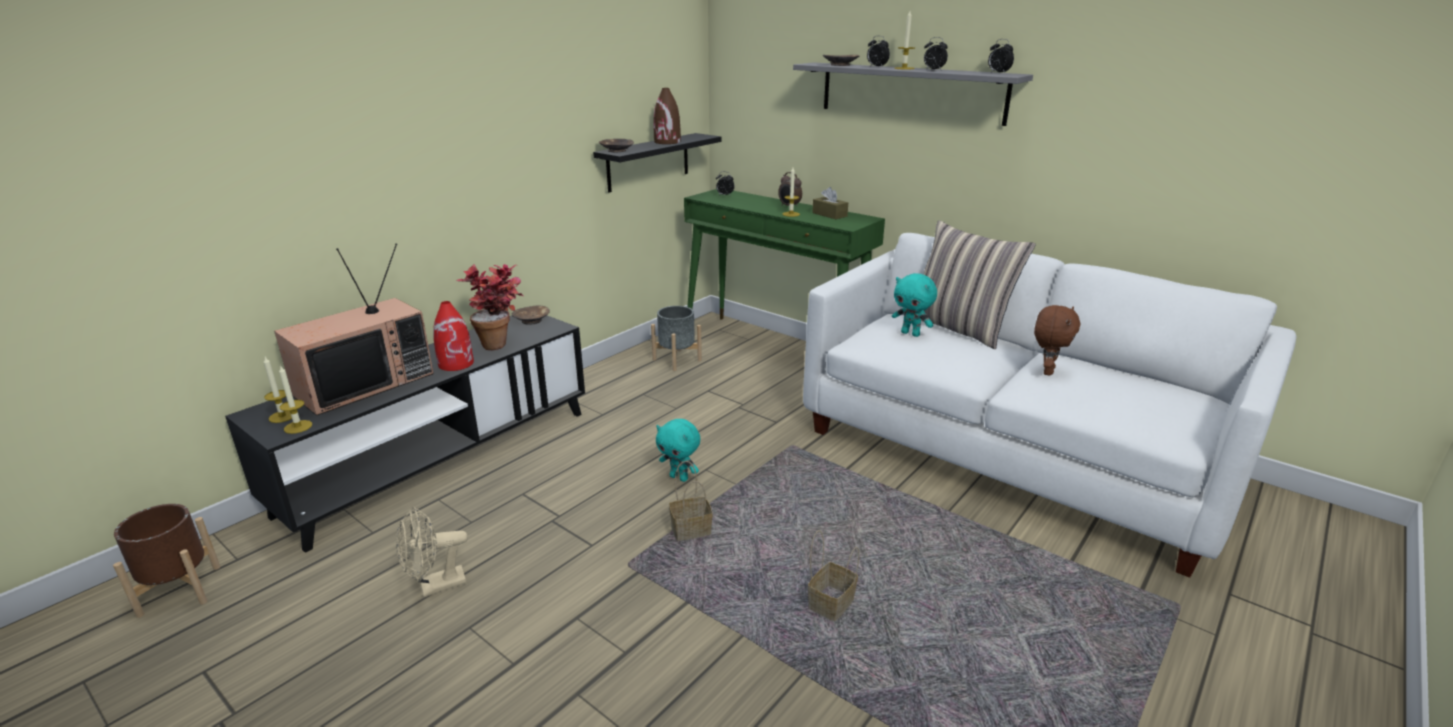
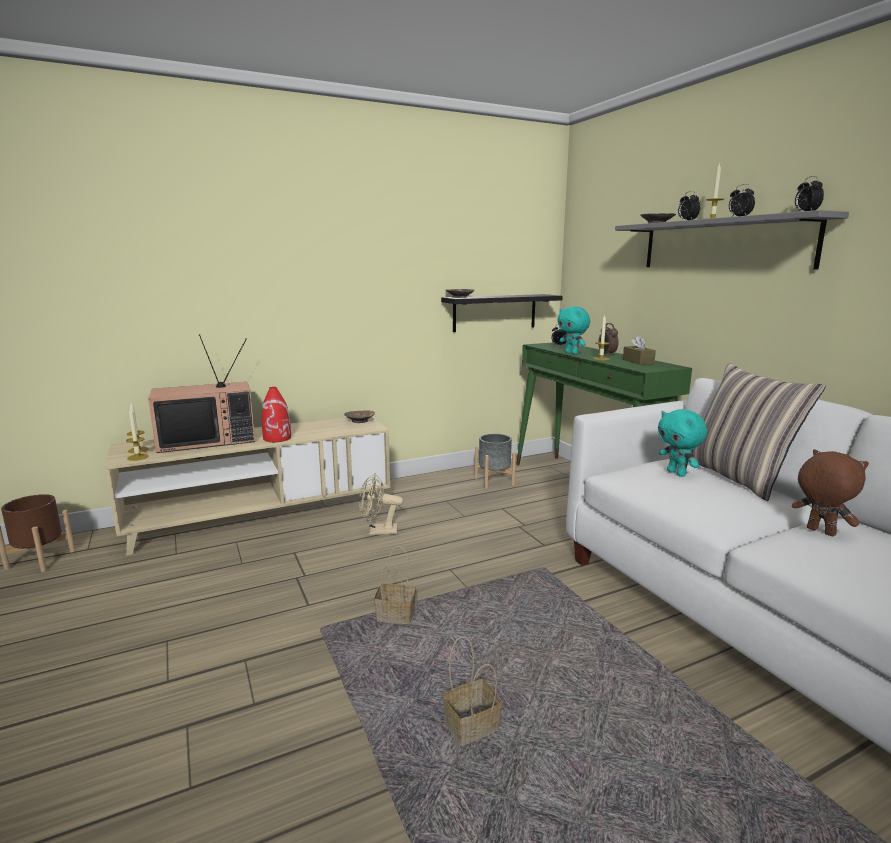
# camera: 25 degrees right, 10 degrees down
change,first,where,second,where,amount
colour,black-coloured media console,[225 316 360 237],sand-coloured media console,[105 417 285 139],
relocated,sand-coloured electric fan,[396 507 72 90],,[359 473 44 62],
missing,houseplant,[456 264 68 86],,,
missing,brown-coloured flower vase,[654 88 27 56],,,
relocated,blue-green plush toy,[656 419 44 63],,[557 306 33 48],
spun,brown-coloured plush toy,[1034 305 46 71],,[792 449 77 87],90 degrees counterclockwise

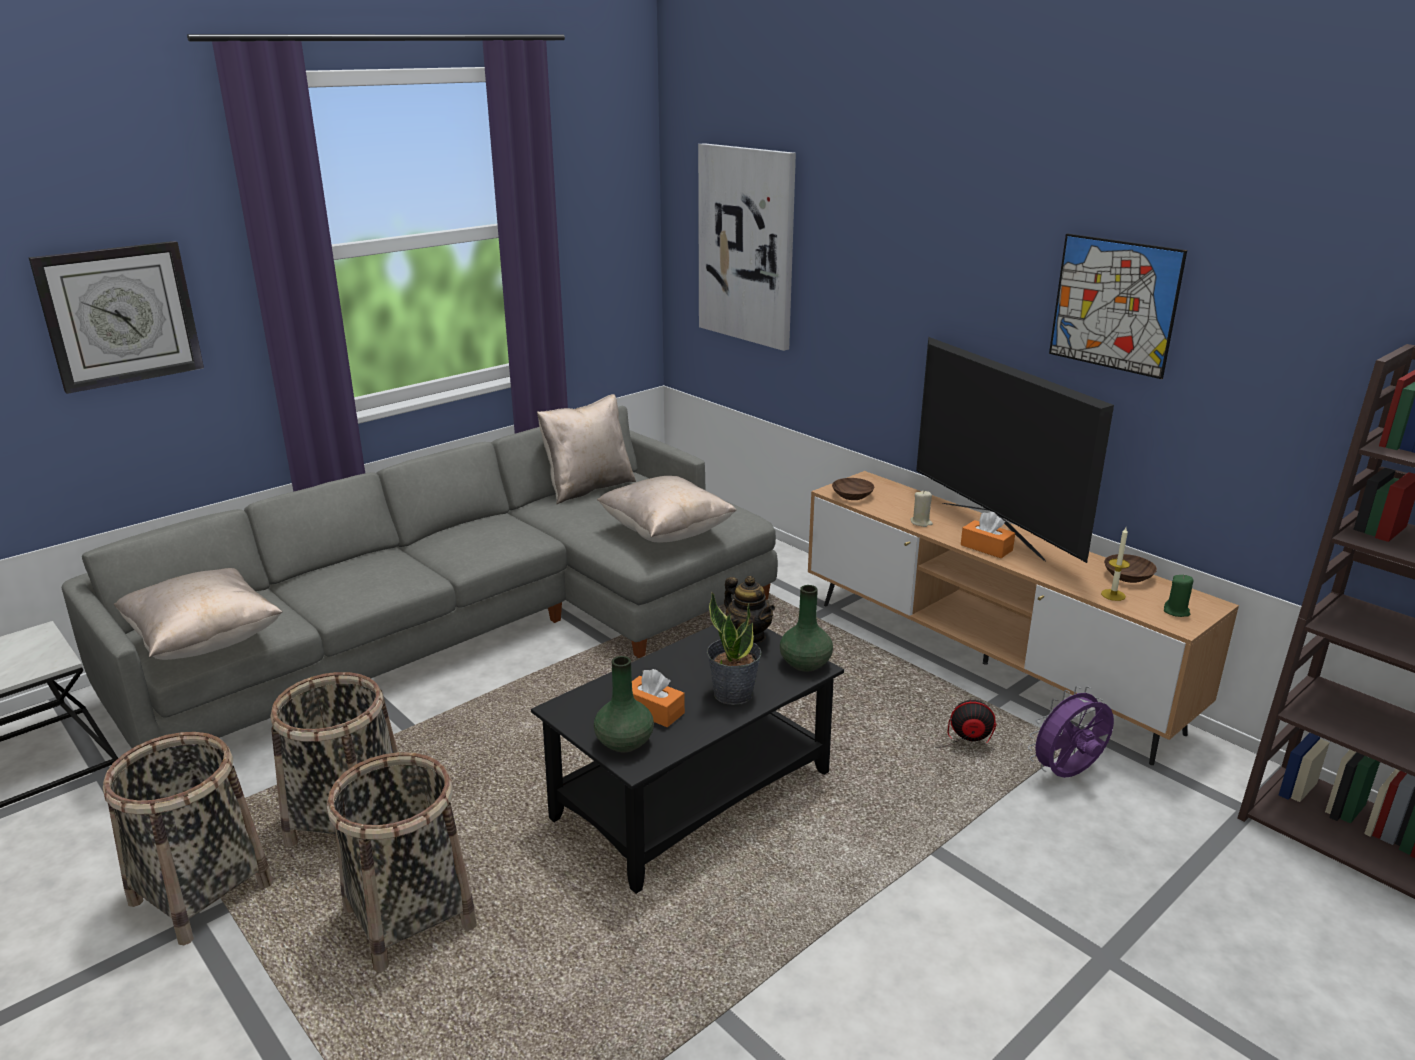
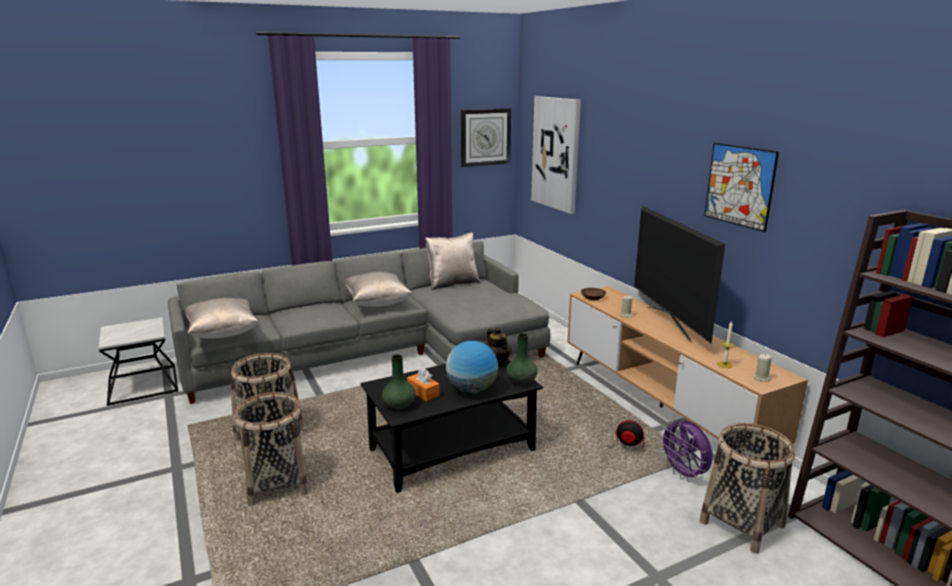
# camera: 15 degrees right, 5 degrees down
change,first,where,second,where,amount
relocated,hanging clock,[28 241 176 153],,[461 108 50 59],
relocated,storage basket,[103 732 170 213],,[700 423 95 131],
relocated,sand-coloured pillow,[597 476 140 66],,[344 272 68 35],
exchanged,houseplant,[707 592 54 113],desk globe,[446 341 52 52],
missing,orange-coloured tissue box,[961 512 54 46],,,
spun,purple-coloured electric fan,[1028 686 86 92],,[658 420 55 62],105 degrees counterclockwise
missing,brown-coloured bowl,[1104 554 53 29],,,
colour,green-coloured wax candle,[1164 575 29 42],sand-coloured wax candle,[753 354 19 28],

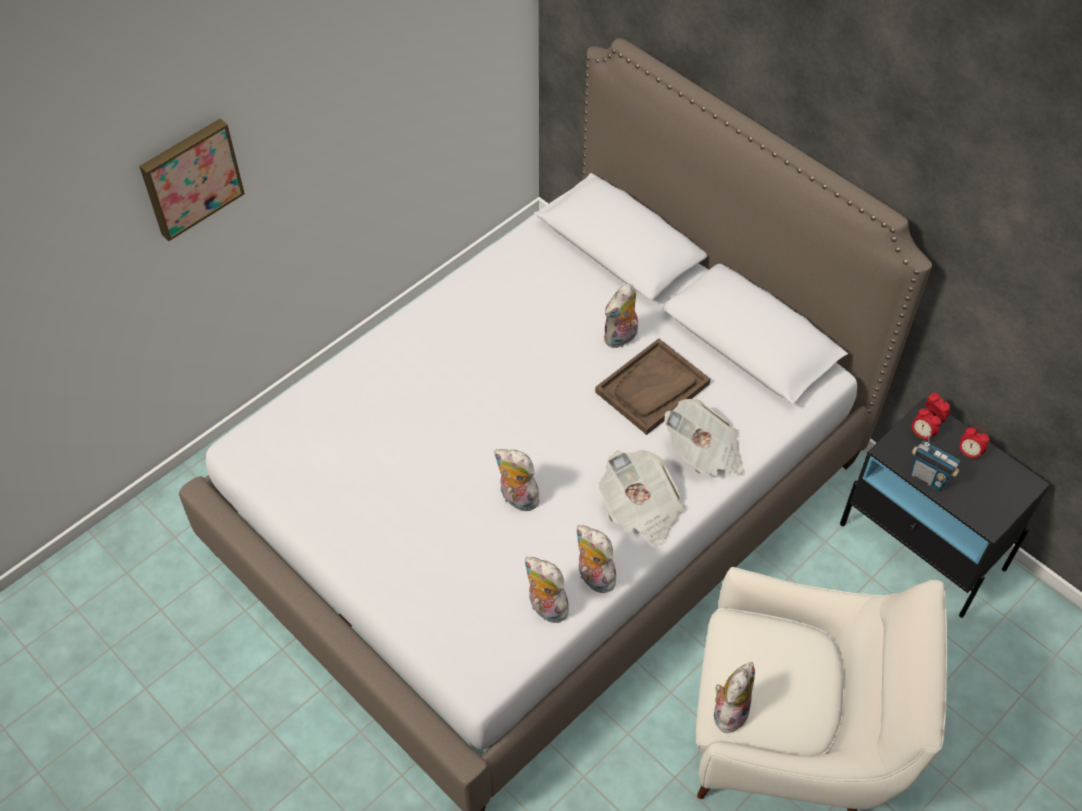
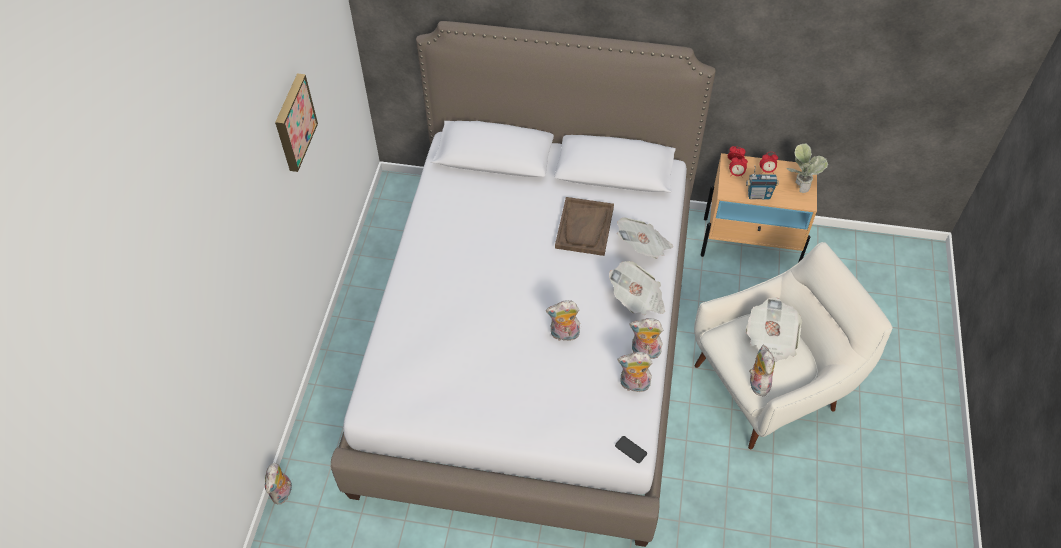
# camera: 35 degrees left, 0 degrees up
change,first,where,second,where,amount
relocated,wall picture,[139 119 106 122],,[275 73 43 99],
relocated,plush toy,[604 284 34 64],,[265 463 29 41],
colour,black-coloured night table,[840 397 210 221],sand-coloured night table,[701 153 116 109],
appeared,,,phone,[615 436 32 27],
appeared,,,newspaper,[746 297 56 65],
appeared,,,houseplant,[786 143 42 50],

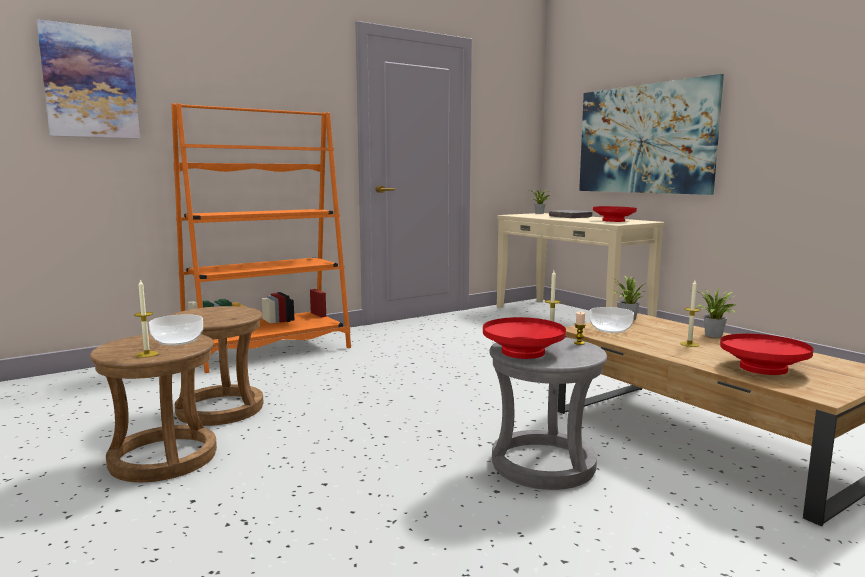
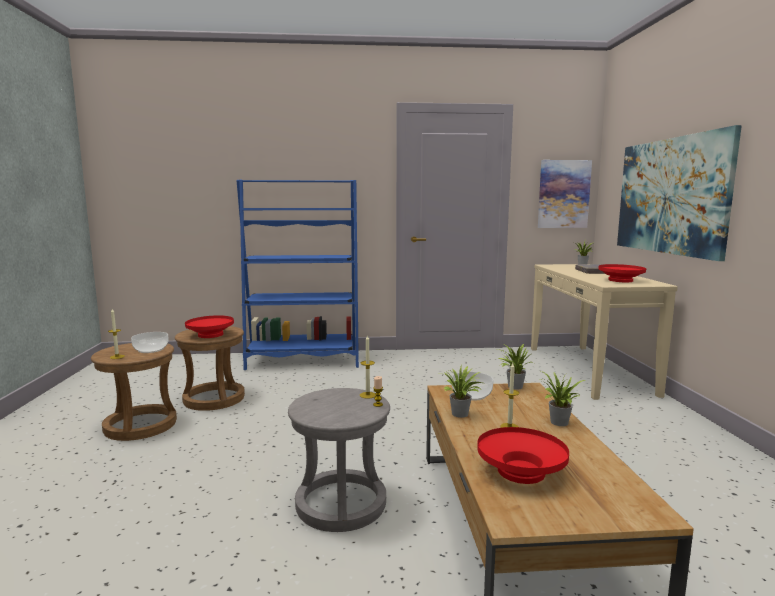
# camera: 30 degrees right, 0 degrees up
change,first,where,second,where,amount
relocated,wall picture,[37 19 103 120],,[538 160 54 68],
colour,orange-coloured shelving unit,[171 103 180 270],blue shelving unit,[237 180 122 190],
relocated,red-coloured bowl,[483 317 83 42],,[185 315 49 23],
appeared,,,houseplant,[443 365 39 53],

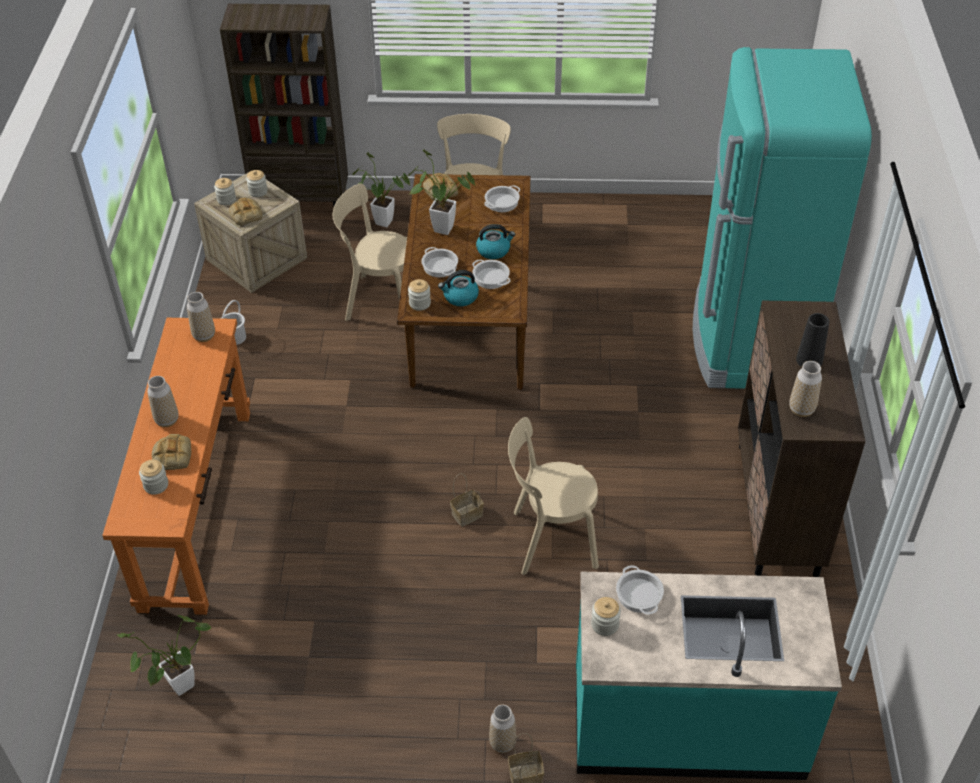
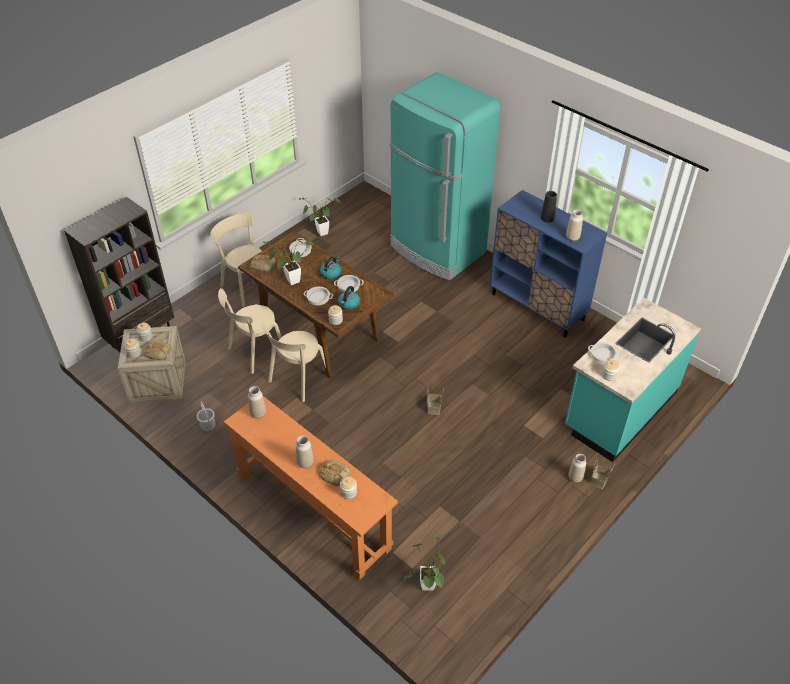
# camera: 50 degrees left, 0 degrees up
change,first,where,second,where,amount
relocated,houseplant,[352 152 58 75],,[299 197 41 39],
relocated,sand-coloured chair,[508 417 91 158],,[261 321 65 81],
colour,brown-coloured cabinet,[738 301 128 276],blue cabinet,[490 190 117 147],

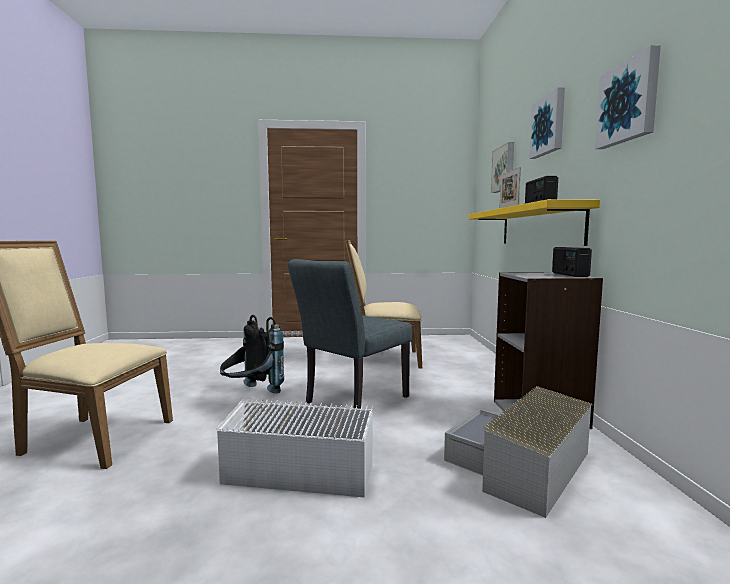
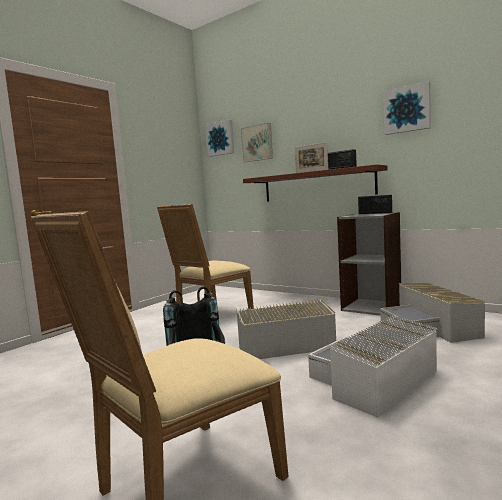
# camera: 50 degrees left, 0 degrees up
change,first,where,second,where,amount
exchanged,gray chair,[288 259 124 150],gray storage bin,[237 299 99 60],
colour,yellow-coloured wall shelf,[468 199 132 47],brown-coloured wall shelf,[243 164 145 37],
relocated,wall picture,[529 87 36 72],,[205 119 29 38],

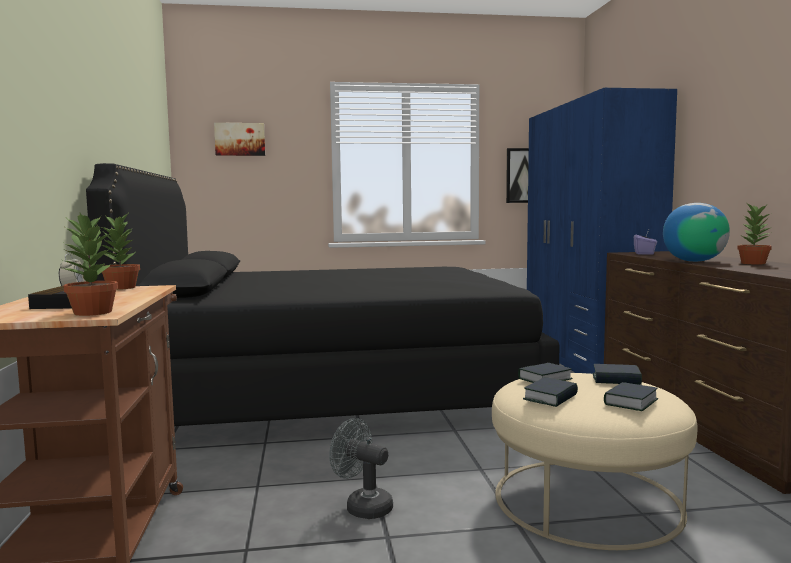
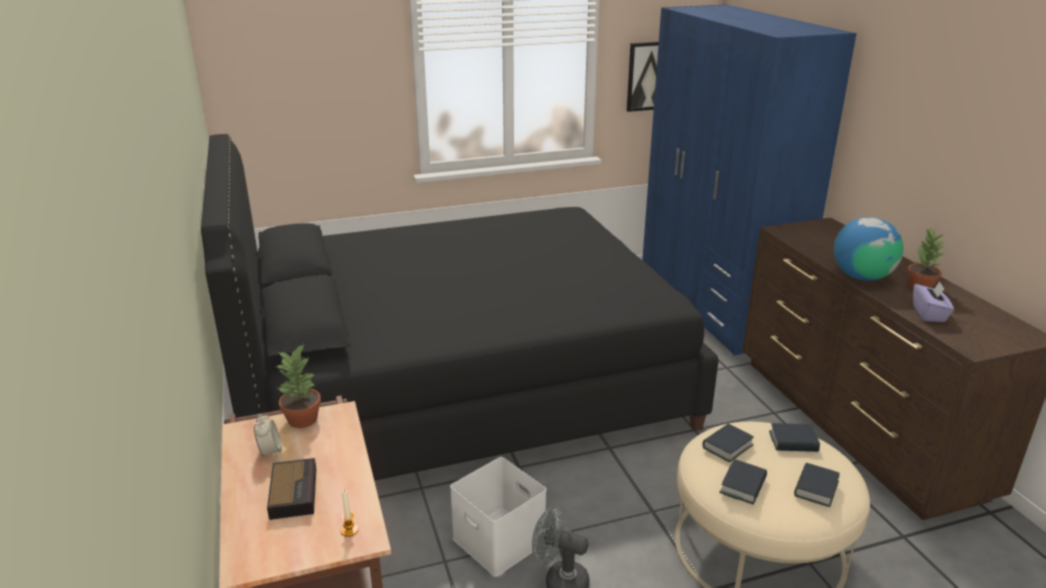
# camera: 10 degrees left, 20 degrees up
change,first,where,second,where,amount
exchanged,houseplant,[63 213 55 103],wax candle,[340 490 18 47],
missing,wall picture,[214 123 51 33],,,
relocated,purple-coloured tissue box,[634 230 23 25],,[913 281 41 41],
appeared,,,whitish storage bin,[450 457 97 120],

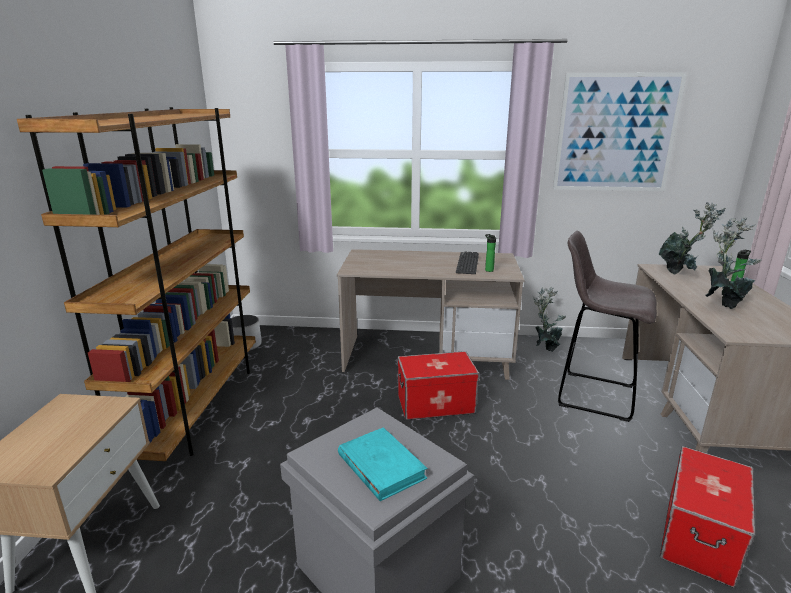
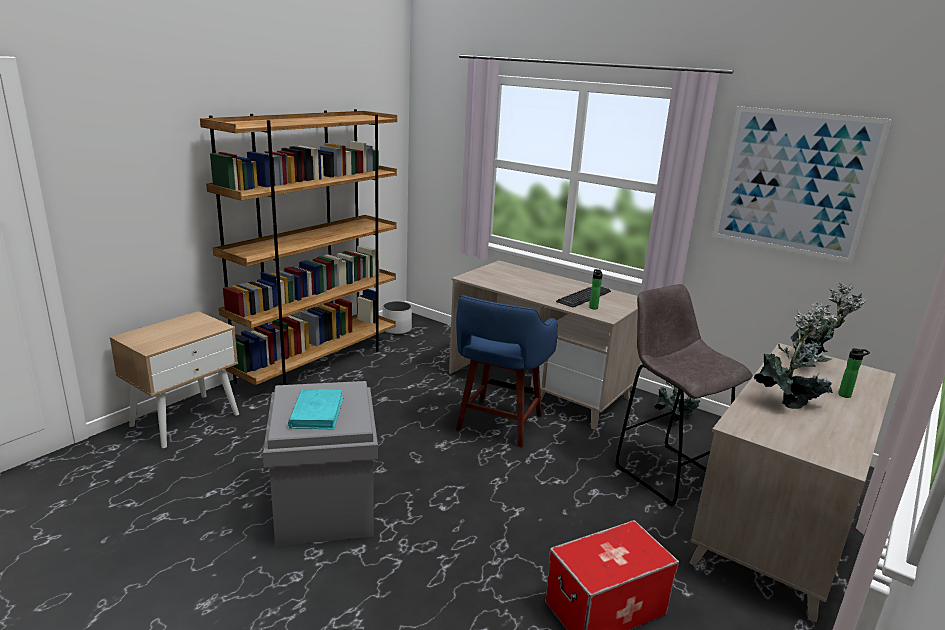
# camera: 30 degrees right, 0 degrees up
change,first,where,second,where,amount
exchanged,storage bin,[398 351 81 69],blue stool seat,[456 295 102 153],

